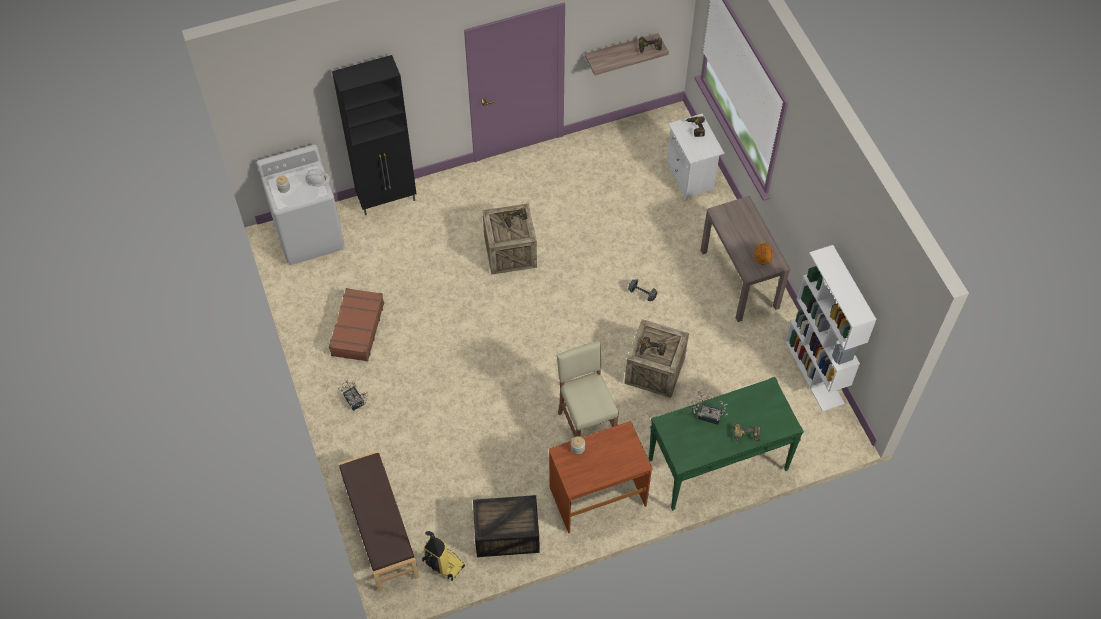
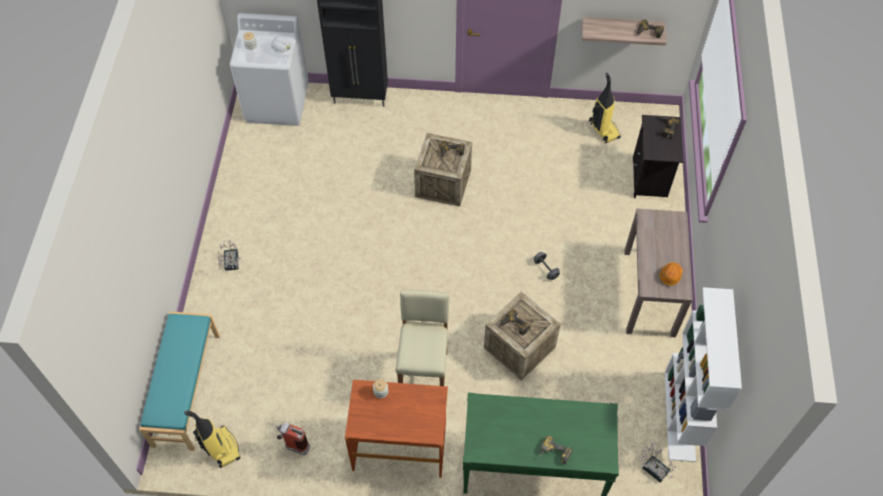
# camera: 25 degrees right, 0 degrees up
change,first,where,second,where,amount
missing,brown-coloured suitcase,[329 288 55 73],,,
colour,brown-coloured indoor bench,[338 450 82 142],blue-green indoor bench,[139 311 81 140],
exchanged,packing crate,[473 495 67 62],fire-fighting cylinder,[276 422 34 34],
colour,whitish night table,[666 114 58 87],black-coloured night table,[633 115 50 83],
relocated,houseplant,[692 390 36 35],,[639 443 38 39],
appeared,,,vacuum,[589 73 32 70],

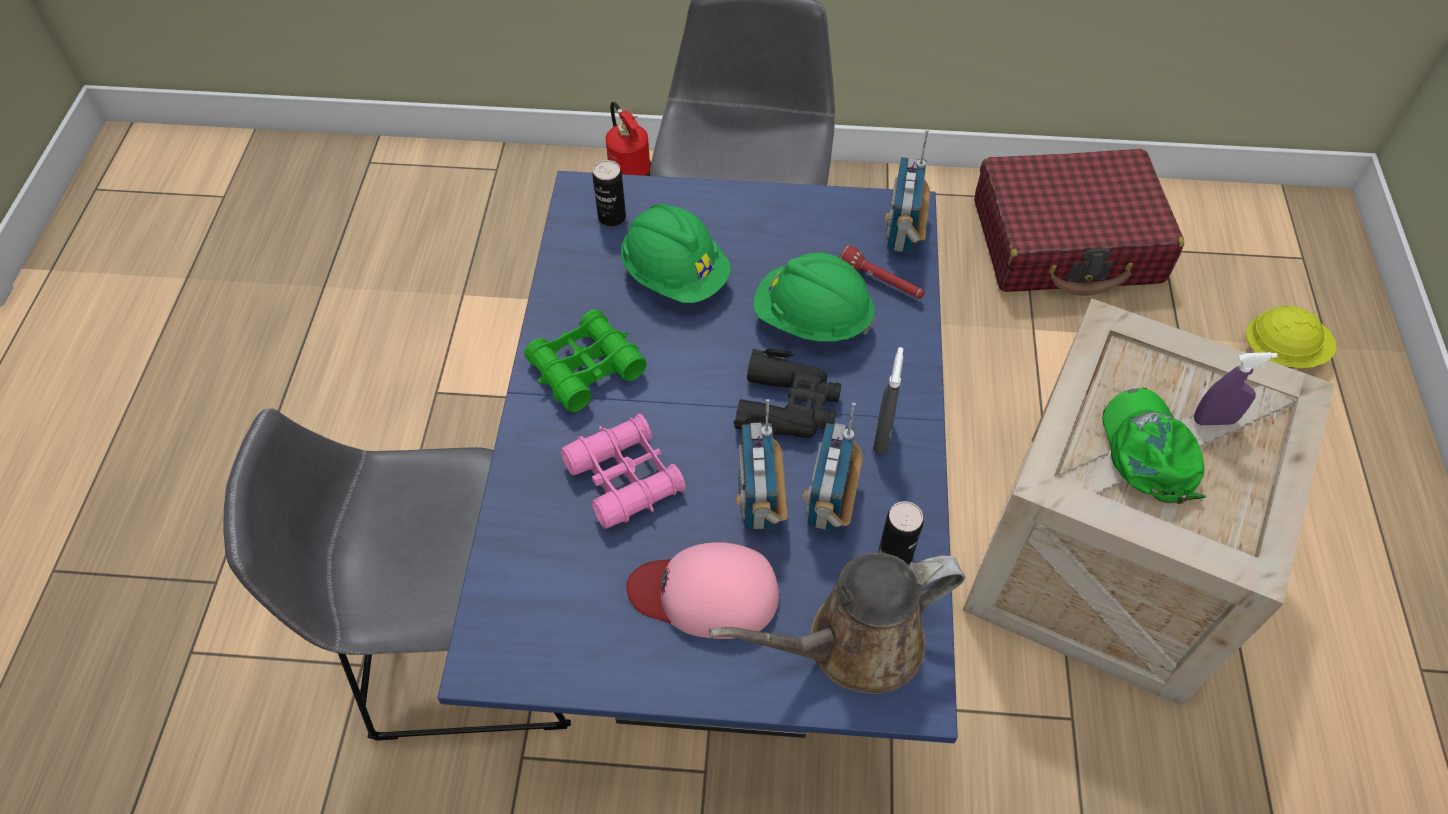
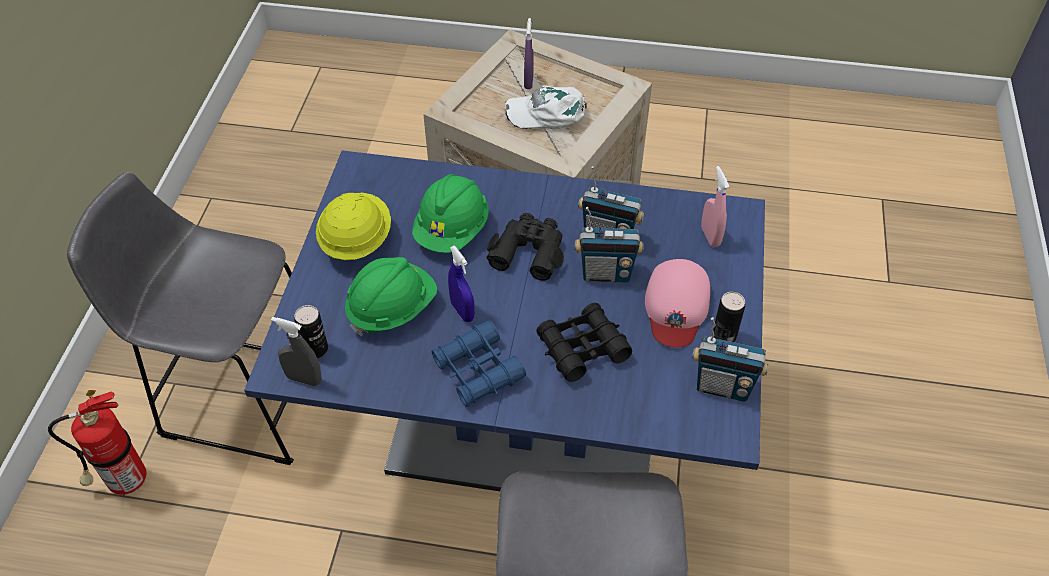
# camera: 85 degrees left, 5 degrees down
change,first,where,second,where,amount
colour,green-coloured field glasses,[524 309 122 103],blue field glasses,[432 320 94 87],
colour,pink field glasses,[560 414 126 115],black-coloured field glasses,[536 303 96 79],
exchanged,brown-coloured sprinkling can,[709 553 256 141],pink hand sprayer,[701 166 28 81],
missing,red-coloured hand torch,[839 245 86 54],,,
relocated,gray hand sprayer,[873 347 30 107],,[271 317 51 69],
relocated,can,[878 501 45 64],,[713 292 32 50],
relocated,radio set,[885 130 45 122],,[692 317 77 85],
missing,red-coloured suitcase,[974 149 210 147],,,
colour,green-coloured peaked cap,[1102 387 104 117],whitish peaked cap,[505 85 82 44],
relocated,yellow-coloured work helmet,[1246 306 91 63],,[316 193 75 67],
appeared,,,blue hand sprayer,[448 246 27 76],

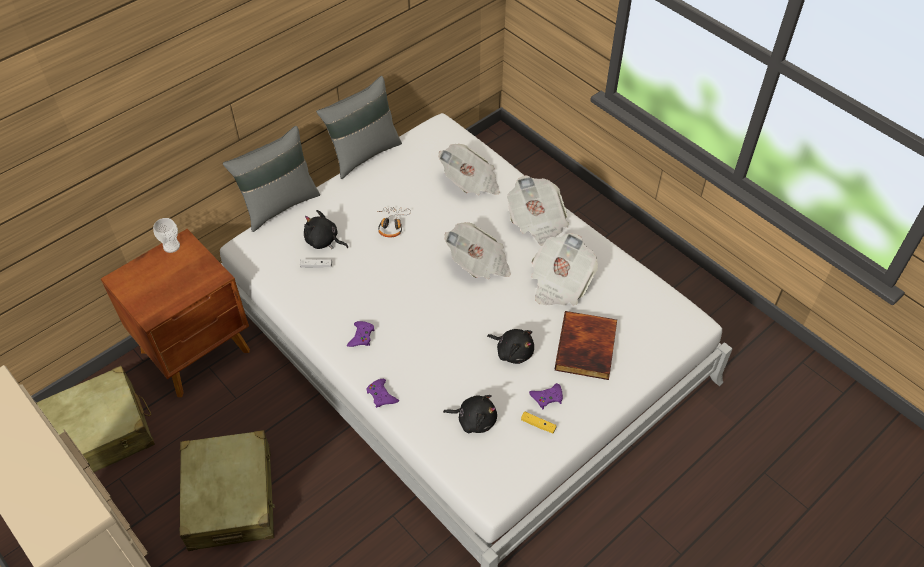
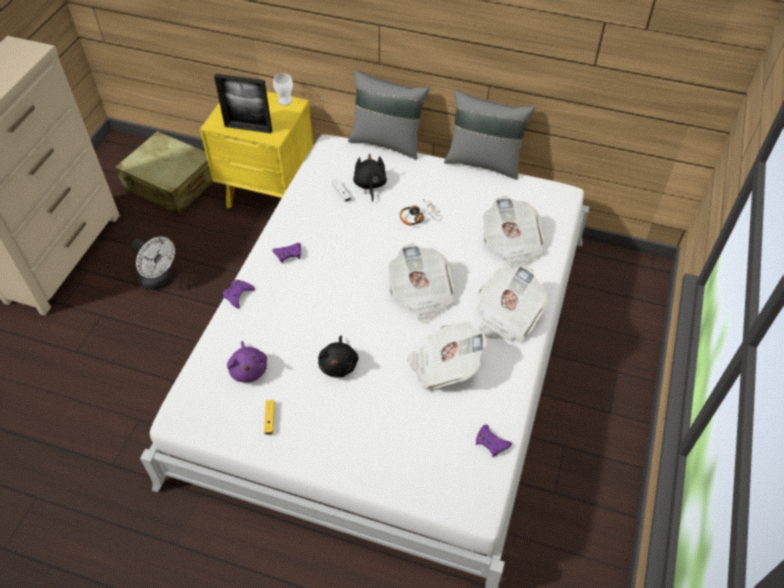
# camera: 60 degrees right, 0 degrees up
change,first,where,second,where,amount
colour,brown-coloured night table,[101 229 149 168],yellow-coloured night table,[200 91 113 118],
exchanged,sand-coloured suitcase,[179 430 96 121],whitish electric fan,[131 237 44 53],
colour,black-coloured plush toy,[443 395 54 38],purple-coloured plush toy,[227 341 40 41],
relocated,purple-coloured joypad,[529 383 34 26],,[476 424 36 33],
missing,volume,[555 311 62 69],,,
appeared,,,photo frame,[214 74 58 60],

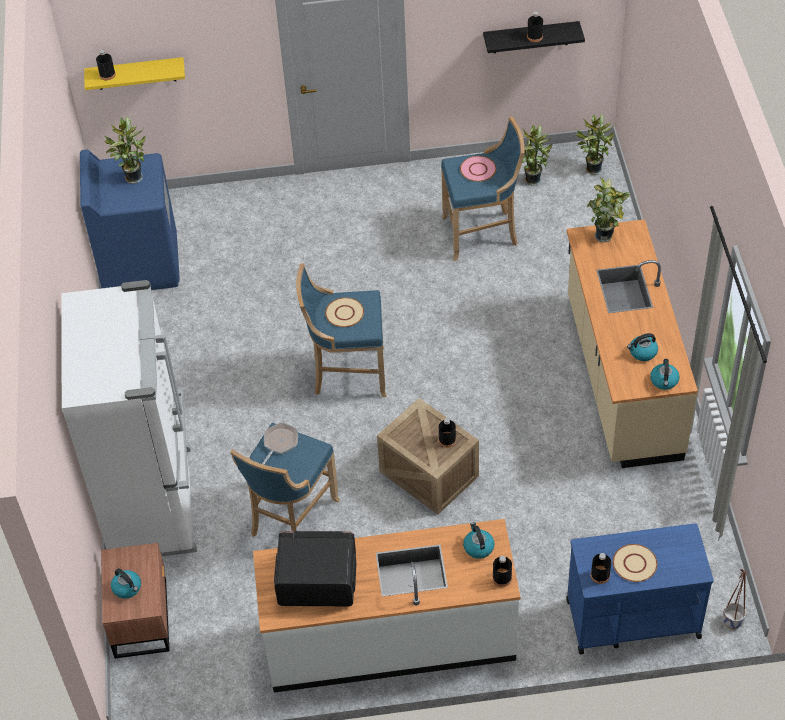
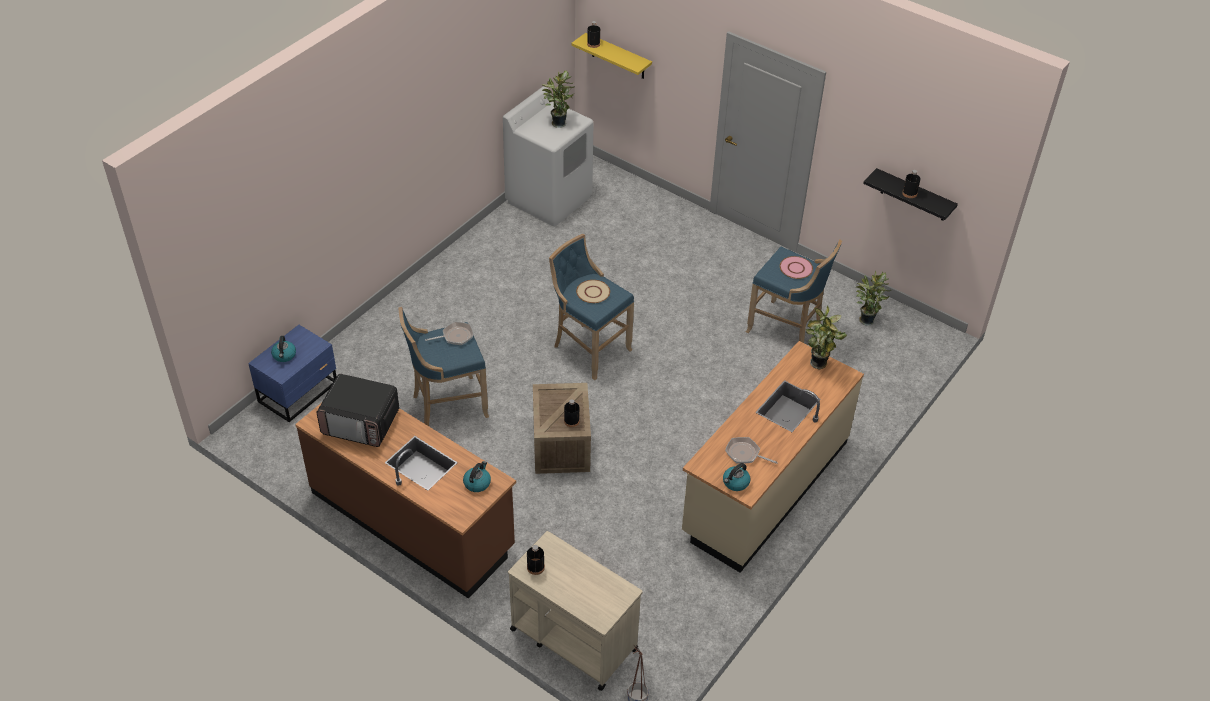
# camera: 40 degrees right, 5 degrees down
change,first,where,second,where,amount
missing,whitish refrigerator,[61 280 136 276],,,
colour,blue laundry appliance,[80 150 100 140],whitish laundry appliance,[503 87 91 140],
colour,brown-coloured night table,[101 543 69 115],blue night table,[248 325 89 97],
colour,whitish kitchen base unit,[253 519 267 174],brown-coloured kitchen base unit,[295 403 221 196],
spun,microwave,[274 531 82 75],,[316 374 83 73],150 degrees clockwise
missing,black-coloured beverage bottle,[492 556 20 31],,,
colour,blue wheeled cart,[566 523 148 132],sand-coloured wheeled cart,[508 531 135 160],
missing,houseplant,[576 113 38 62],,,
missing,sand-coloured dinner plate,[613 544 44 38],,,
exchanged,kettle,[627 333 31 28],pan,[725 437 53 27],

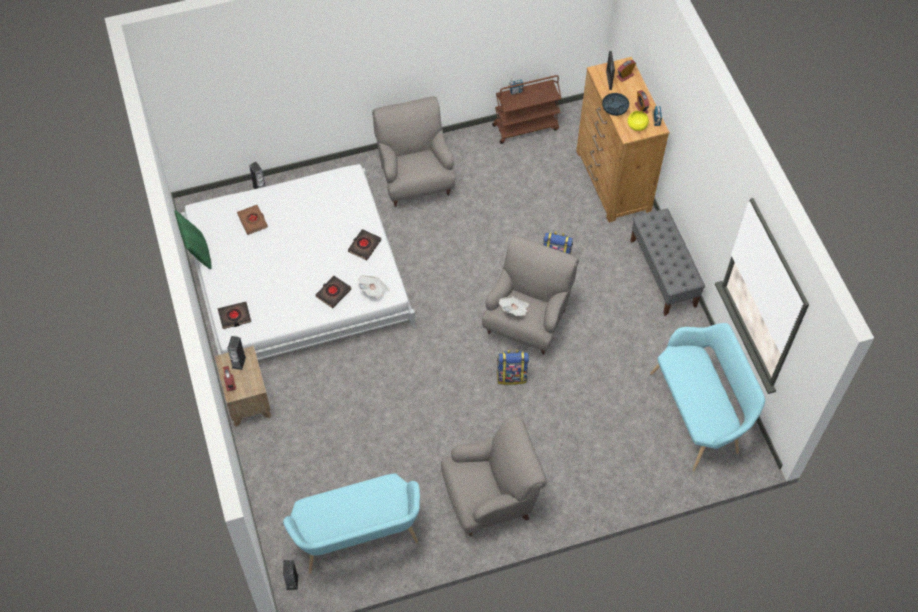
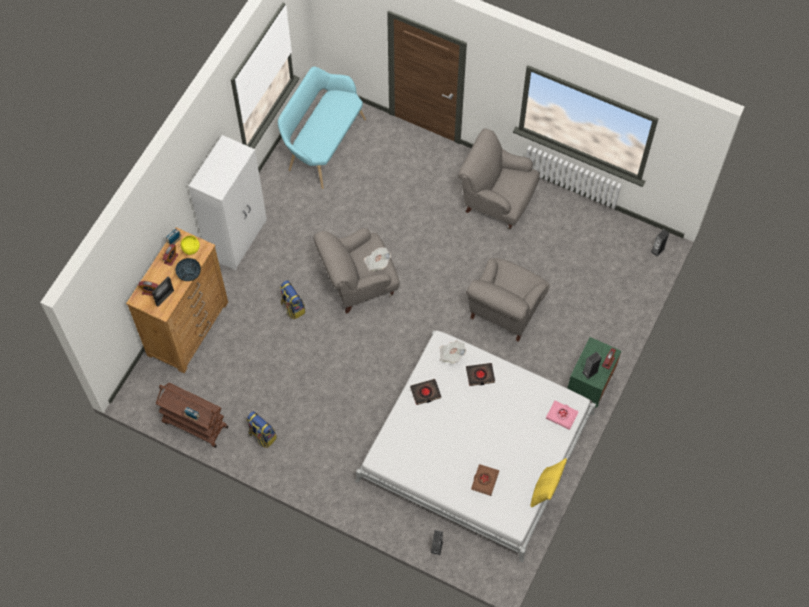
# camera: 135 degrees left, 5 degrees up
change,first,where,second,where,amount
colour,green-coloured pillow,[175 210 37 59],yellow-coloured pillow,[531 458 36 49],
colour,brown-coloured night table,[215 346 57 81],green-coloured night table,[567 337 54 71],
colour,black-coloured volume,[218 302 33 27],pink volume,[546 401 33 29],
missing,blue-green indoor bench,[283 473 137 101],,,
relocated,gray armchair,[372 97 84 110],,[466 258 84 84],
relocated,rucksack,[496 349 33 36],,[247 411 30 37],
exchanged,gray indoor bench,[630 209 75 107],whitish armoire,[189 135 78 135],

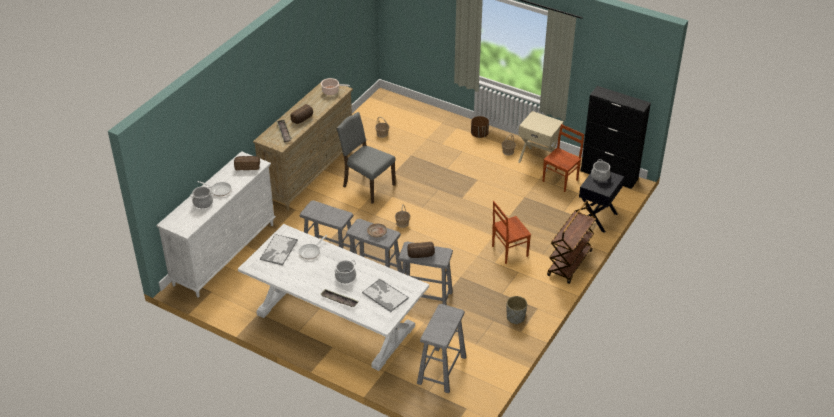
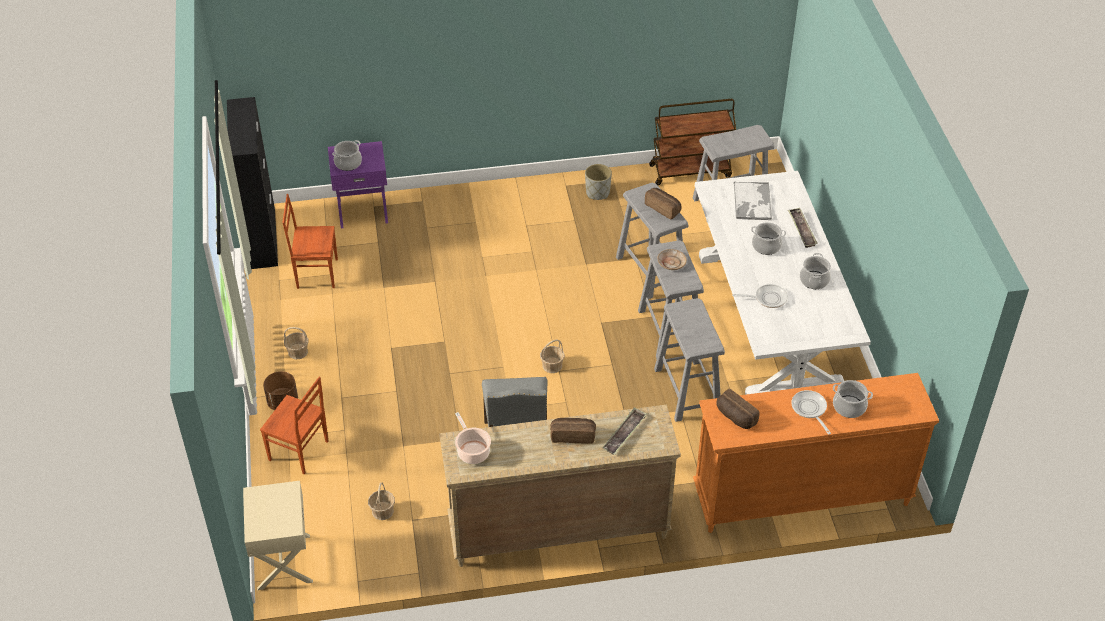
# camera: 130 degrees left, 5 degrees up
change,first,where,second,where,amount
colour,whitish chest of drawers,[156 151 120 147],orange-coloured chest of drawers,[693 373 246 160],
missing,tray,[260 234 38 32],,,
relocated,brown-coloured chair,[492 201 39 63],,[260 376 68 98],
relocated,sand-coloured night table,[518 111 46 60],,[243 481 70 109],
relocated,brown-coloured wheeled cart,[547 201 49 83],,[649 99 87 86],
colour,black-coloured night table,[579 172 45 61],purple-coloured night table,[328 141 60 87],
appeared,,,stockpot,[800 253 31 36],

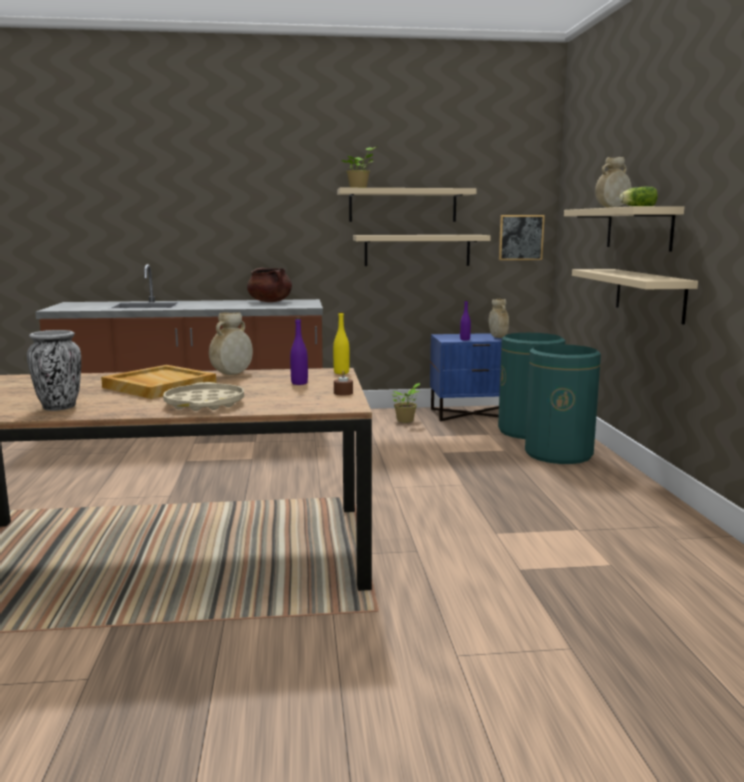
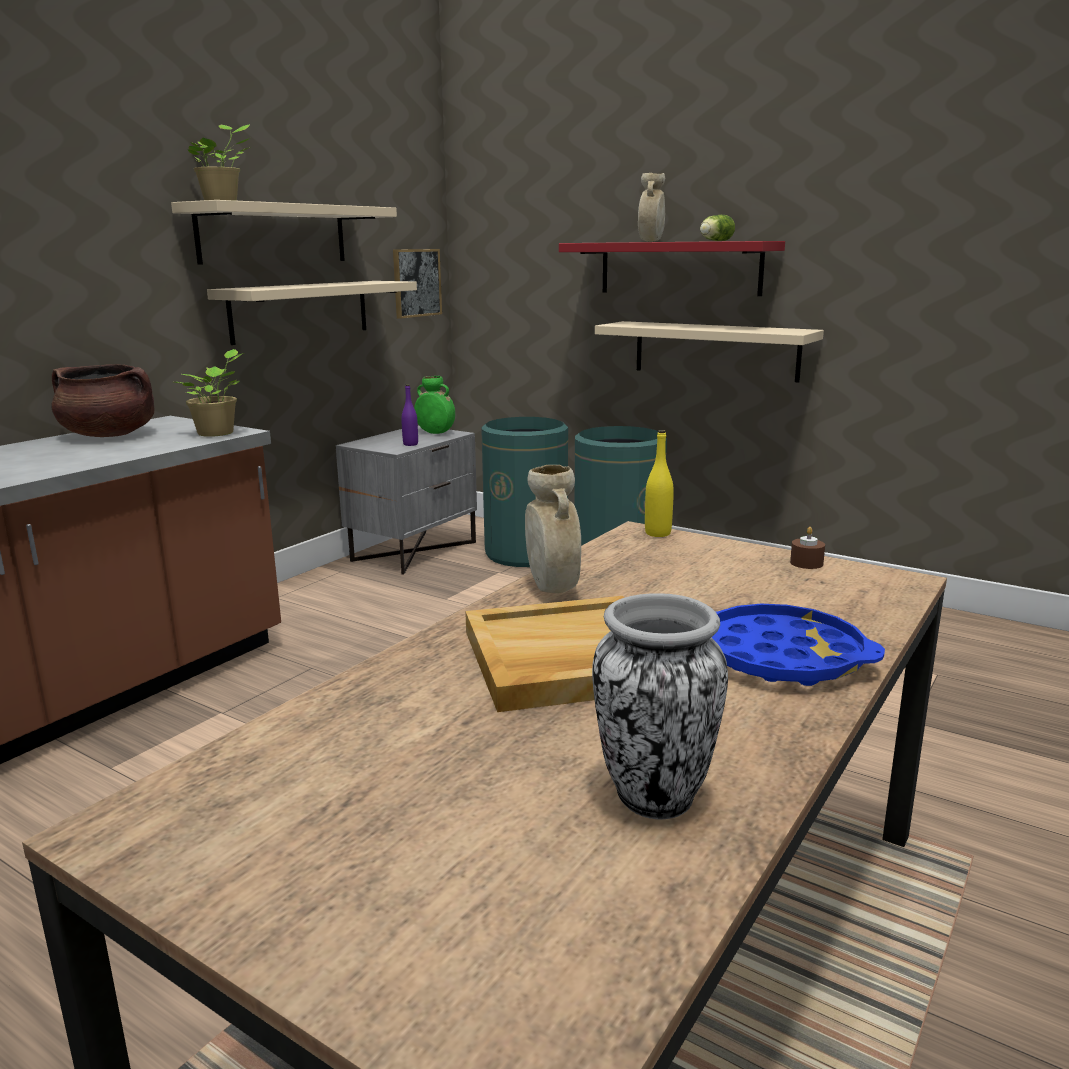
# camera: 50 degrees left, 5 degrees up
change,first,where,second,where,amount
colour,sand-coloured tray,[163 382 81 29],blue tray,[712 604 173 82],
missing,purple-coloured beverage bottle,[290 318 18 67],,,
relocated,houseplant,[392 383 28 40],,[174 349 70 88],
colour,blue night table,[430 333 72 88],gray night table,[336 426 141 149],
colour,sand-coloured flower vase,[489 299 20 39],green-coloured flower vase,[414 376 41 58],
colour,sand-coloured wall shelf,[564 206 120 46],red-coloured wall shelf,[559 241 226 55],

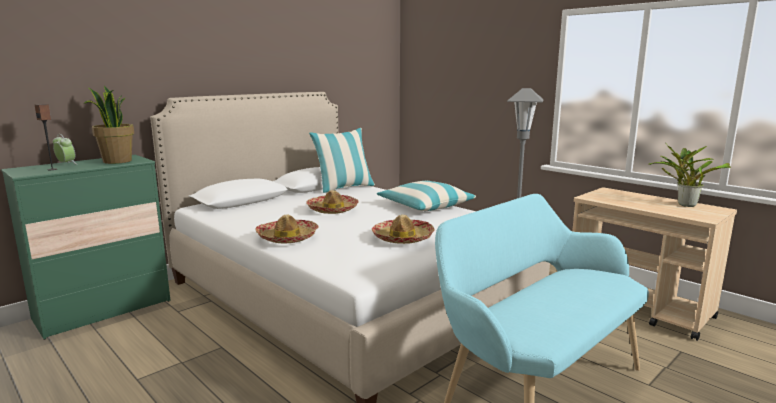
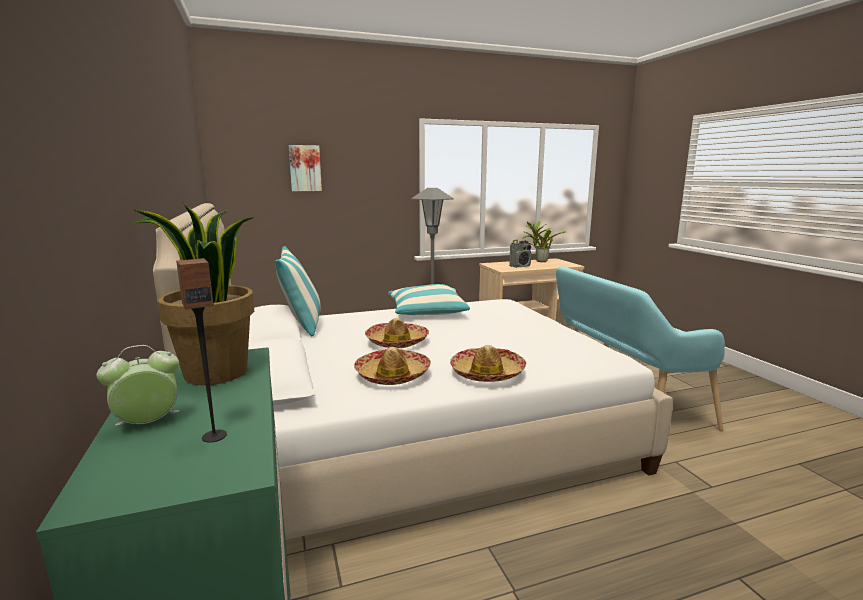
# camera: 65 degrees left, 0 degrees up
change,first,where,second,where,amount
relocated,wearable hat,[372 215 63 29],,[354 347 77 38],
appeared,,,wall picture,[288 145 34 46],
appeared,,,radio set,[509 240 22 28],

